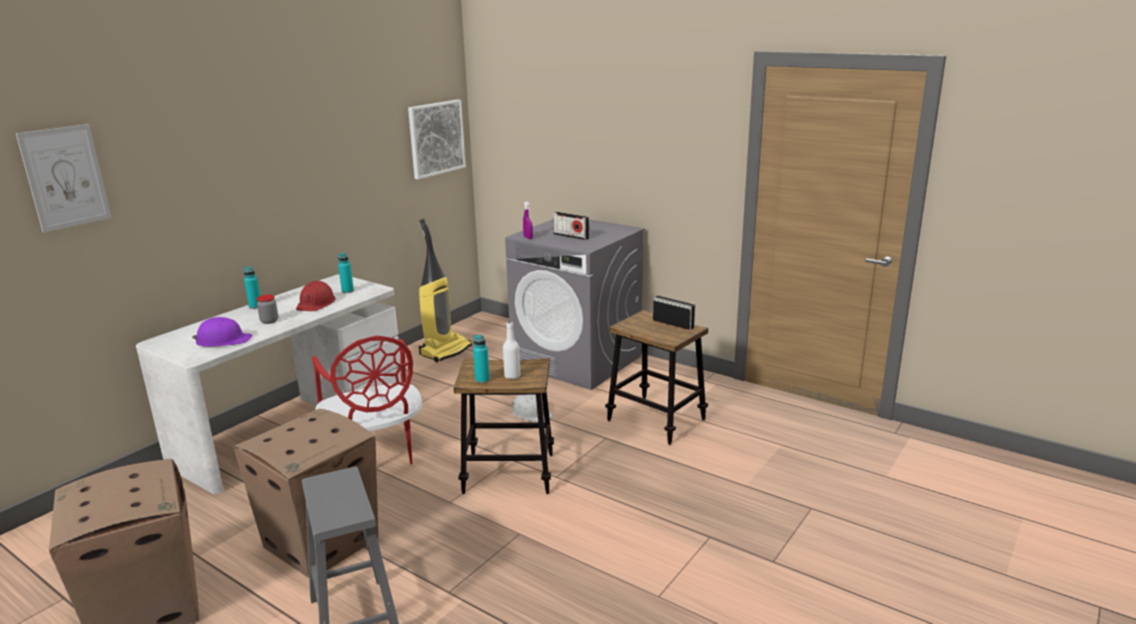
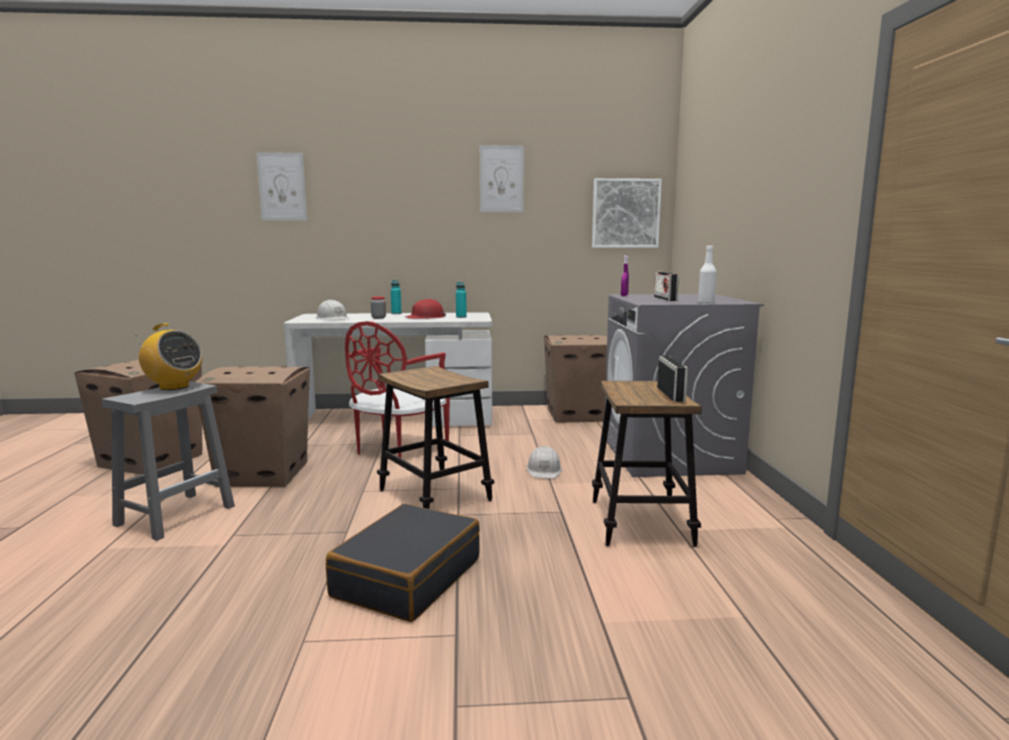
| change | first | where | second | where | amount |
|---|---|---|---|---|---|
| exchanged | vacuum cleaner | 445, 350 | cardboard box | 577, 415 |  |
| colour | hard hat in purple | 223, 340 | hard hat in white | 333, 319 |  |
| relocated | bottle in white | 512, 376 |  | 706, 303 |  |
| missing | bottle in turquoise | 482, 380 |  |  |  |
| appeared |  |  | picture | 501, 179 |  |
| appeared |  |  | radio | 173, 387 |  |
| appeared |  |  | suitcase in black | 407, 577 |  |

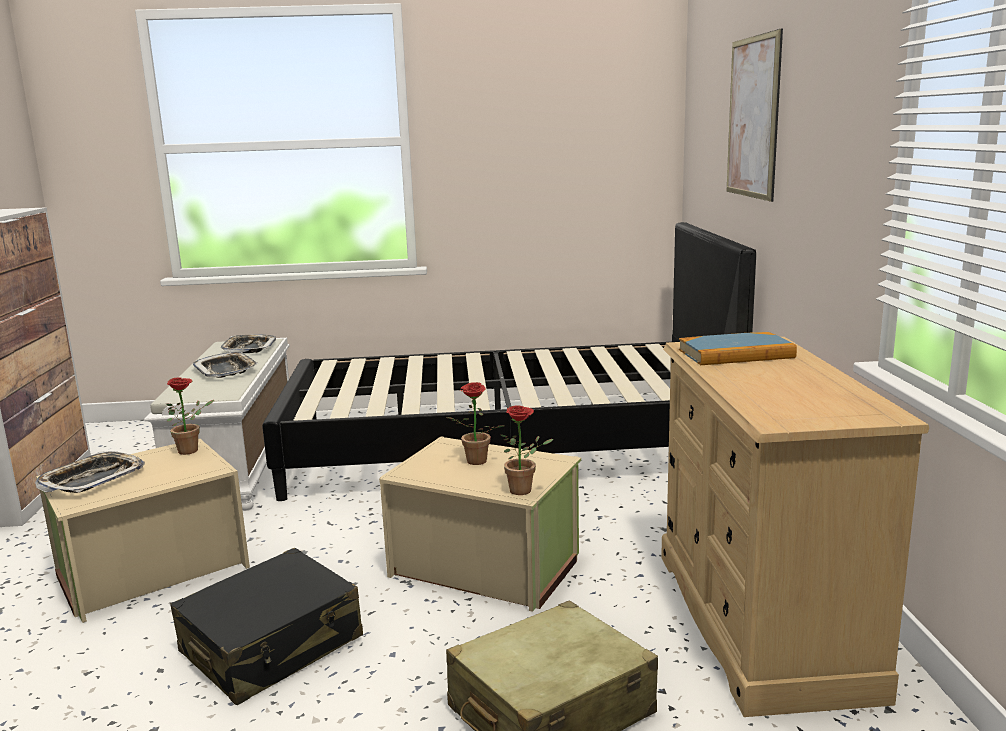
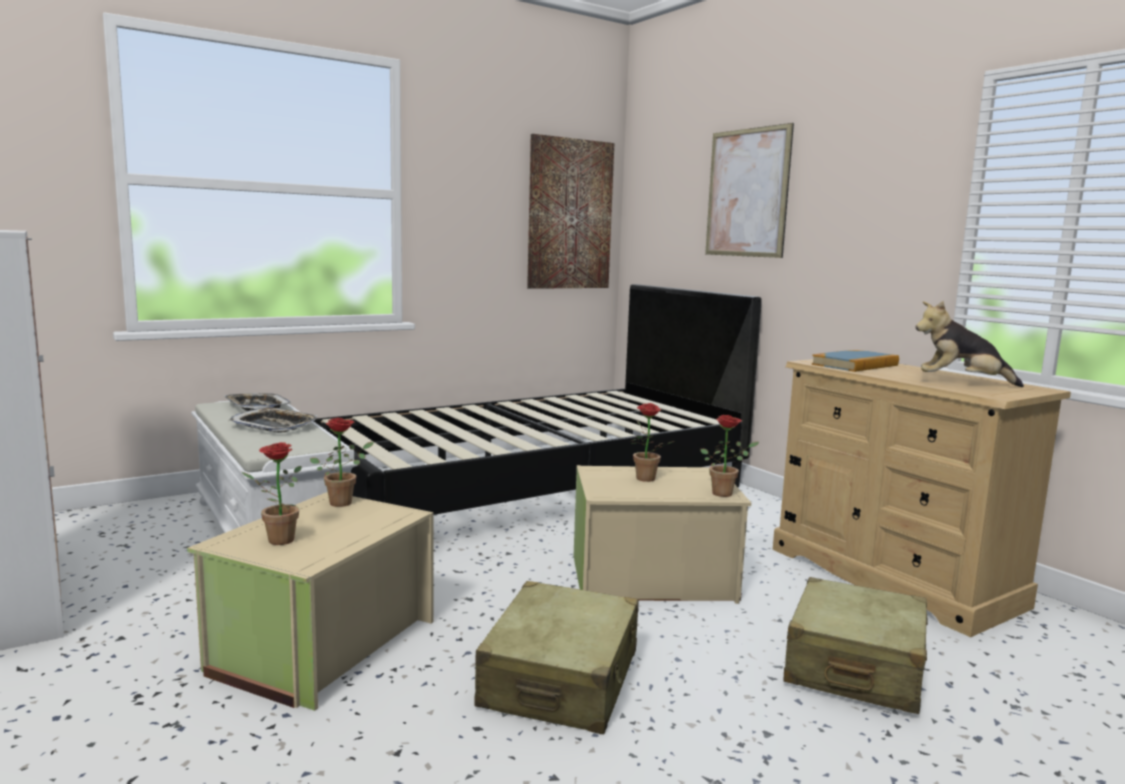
| change | first | where | second | where | amount |
|---|---|---|---|---|---|
| exchanged | tray | 92, 479 | potted plant | 275, 540 |  |
| colour | suitcase in black | 272, 646 | suitcase in beige | 561, 679 |  |
| appeared |  |  | picture | 570, 214 |  |
| appeared |  |  | plush toy | 961, 383 |  |

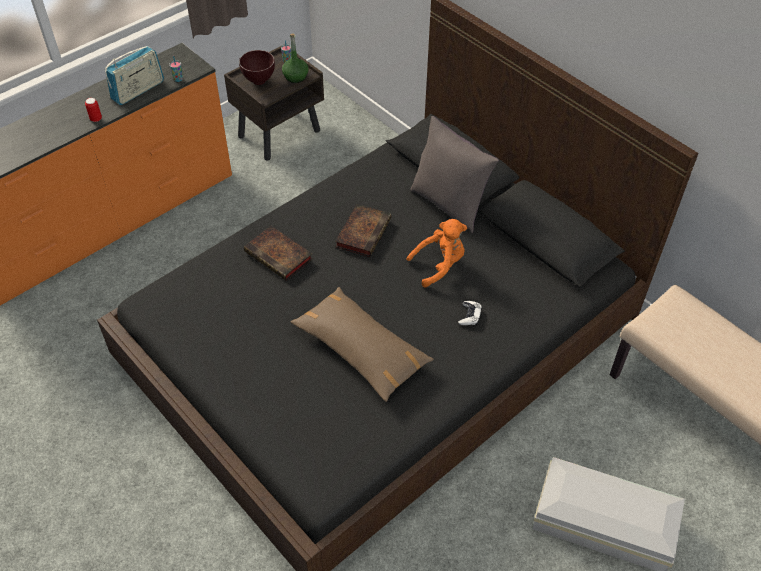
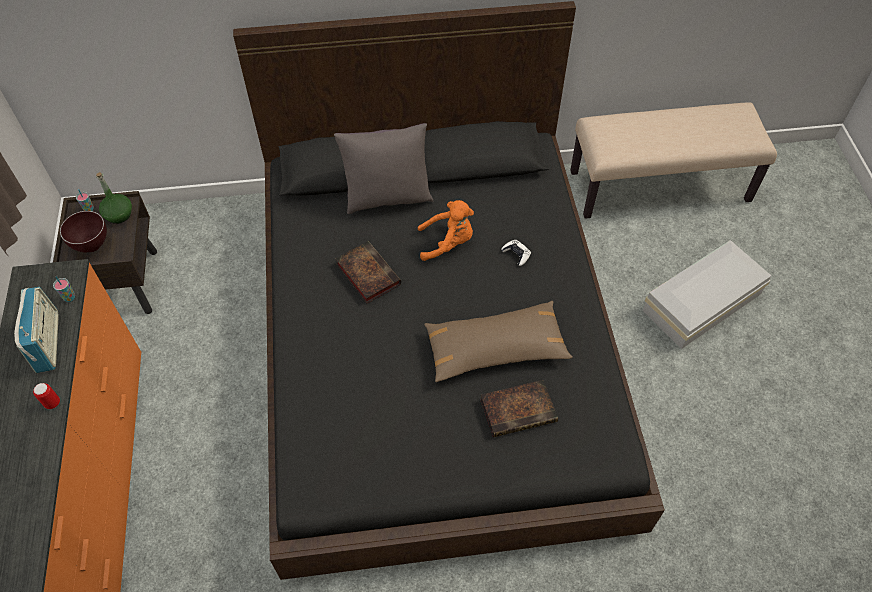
| change | first | where | second | where | amount |
|---|---|---|---|---|---|
| spun | plush toy in orange | 439, 265 |  | 448, 243 | 75 degrees clockwise |
| relocated | book | 280, 256 |  | 519, 409 |  |

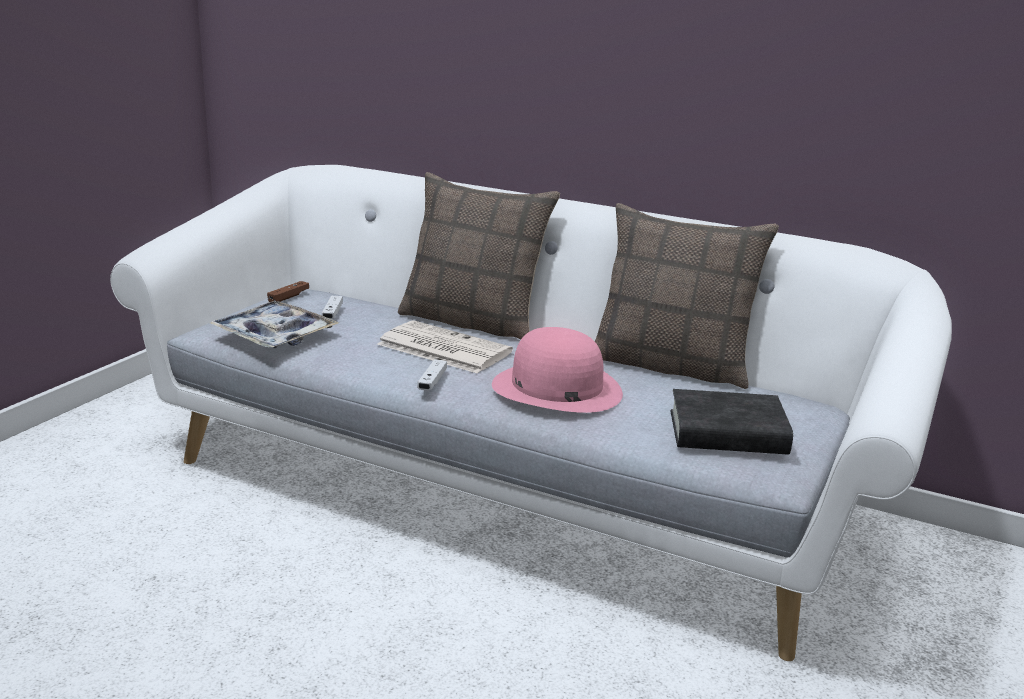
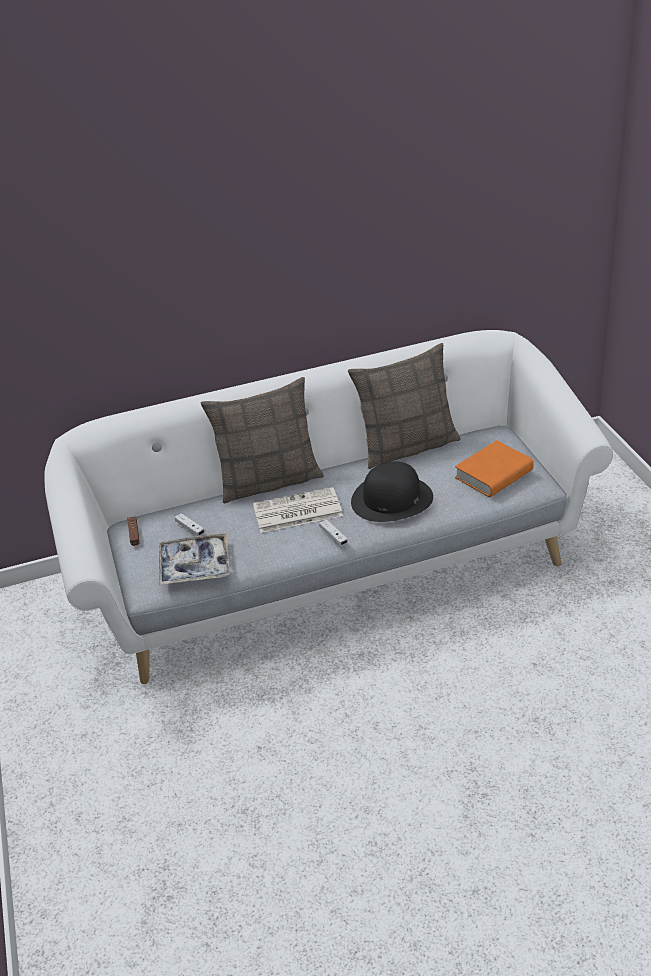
| change | first | where | second | where | amount |
|---|---|---|---|---|---|
| colour | hat in pink | 556, 388 | hat in black | 391, 499 |  |
| colour | book in black | 727, 433 | book in orange | 494, 474 |  |

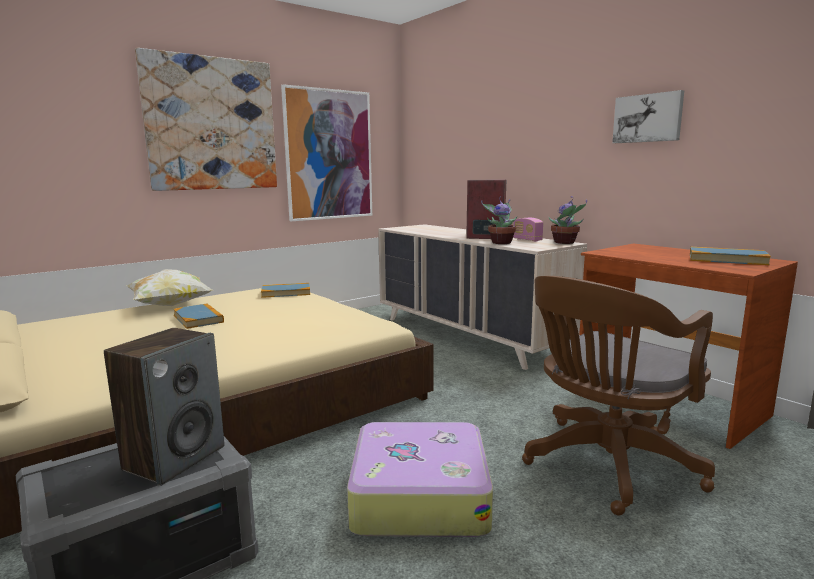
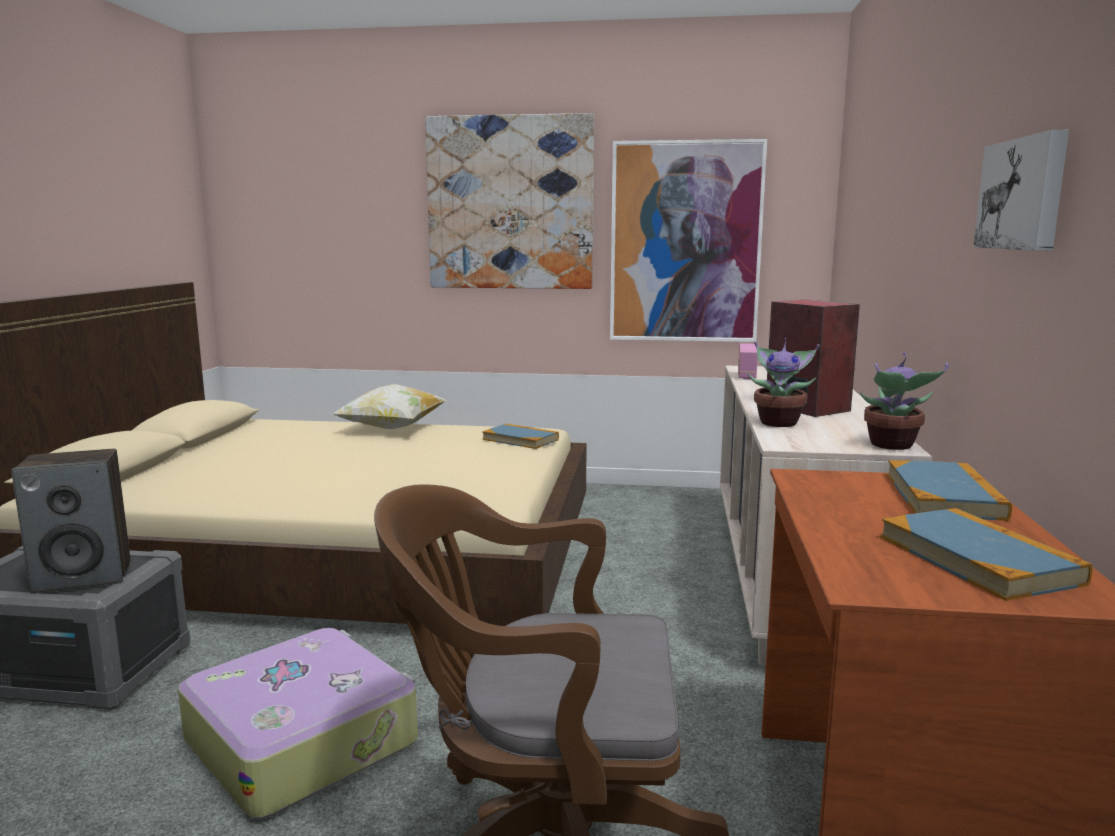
| change | first | where | second | where | amount |
|---|---|---|---|---|---|
| relocated | radio | 527, 240 |  | 746, 376 |  |
| relocated | book | 198, 318 |  | 943, 496 |  |

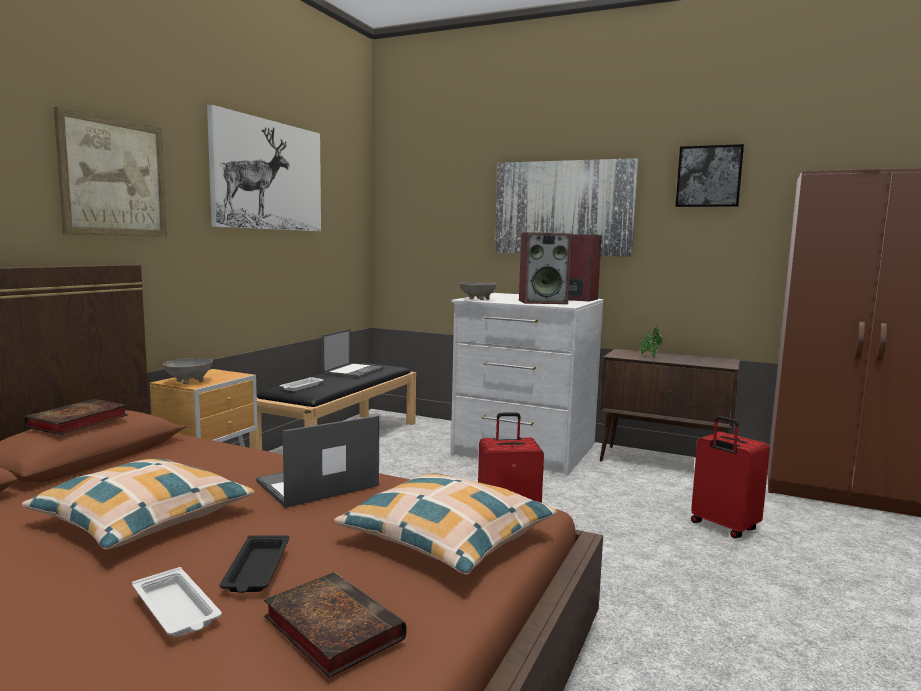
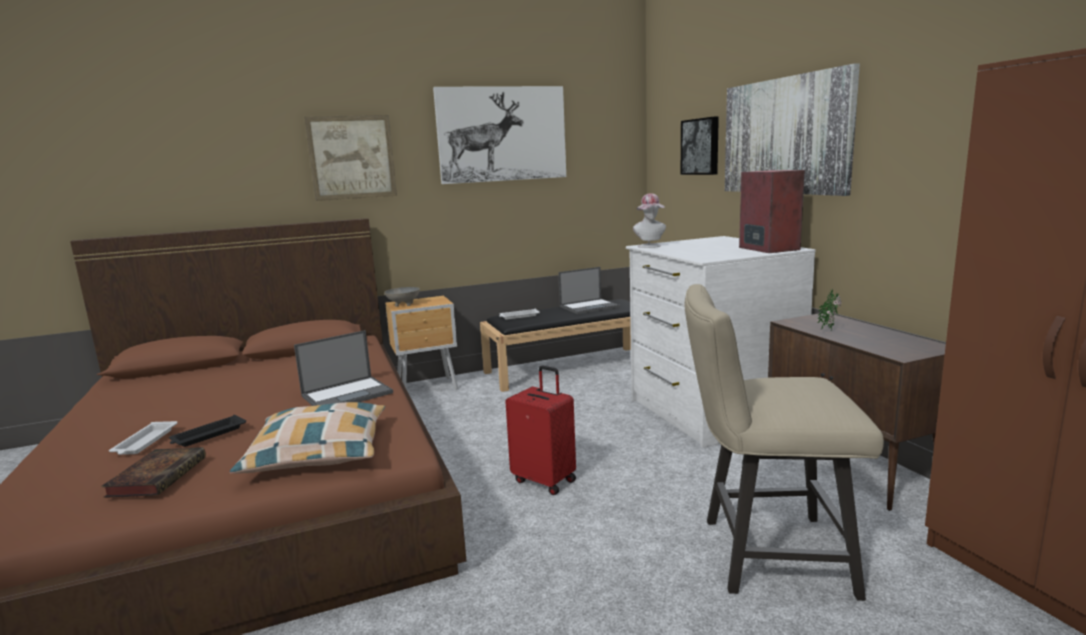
| change | first | where | second | where | amount |
|---|---|---|---|---|---|
| relocated | picture | 709, 176 |  | 701, 146 |  |
| missing | speaker | 543, 302 |  |  |  |
| exchanged | bowl in grey | 477, 299 | hat | 650, 246 |  |
| missing | book | 77, 422 |  |  |  |
| spun | laptop | 316, 484 |  | 348, 394 | 135 degrees clockwise |
| exchanged | suitcase in red | 723, 527 | chair in beige | 764, 555 |  |
| missing | pillow | 143, 518 |  |  |  |

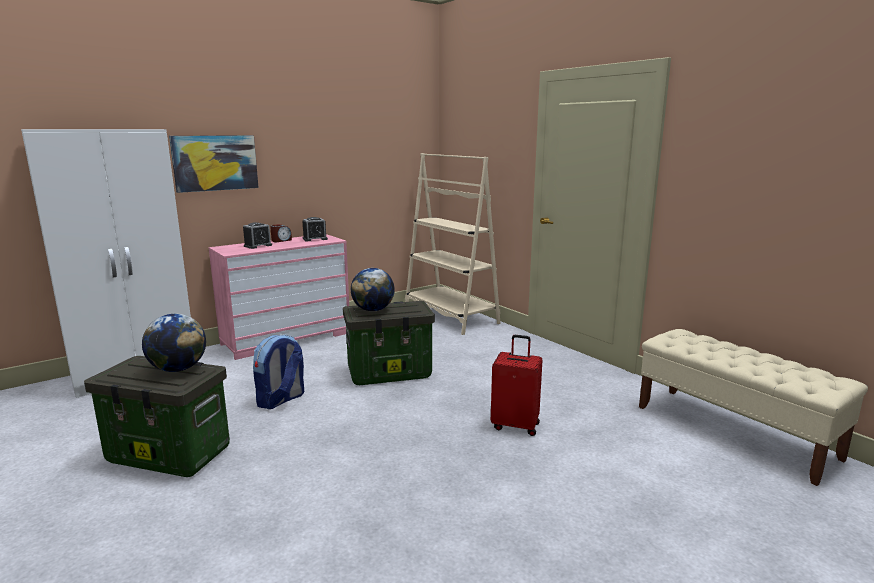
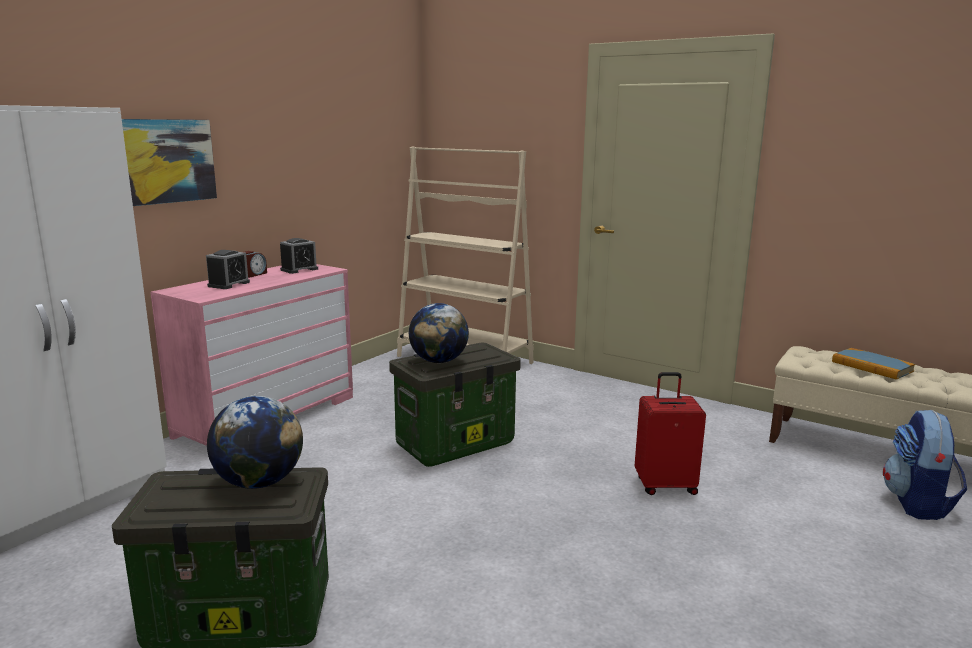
| change | first | where | second | where | amount |
|---|---|---|---|---|---|
| relocated | backpack | 281, 400 |  | 917, 504 |  |
| appeared |  |  | book | 872, 366 |  |

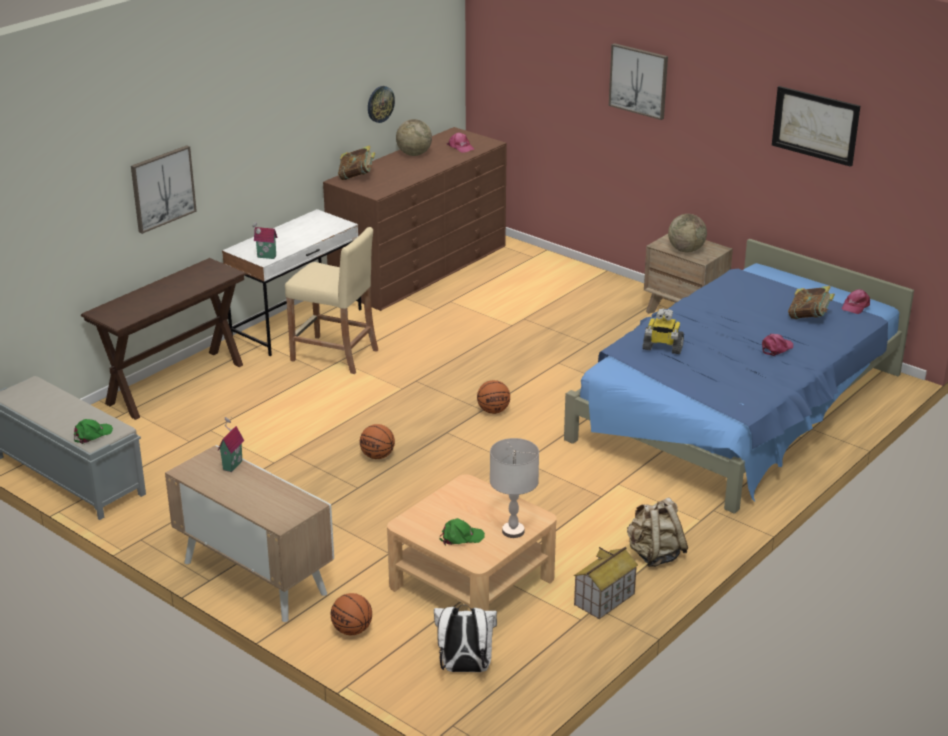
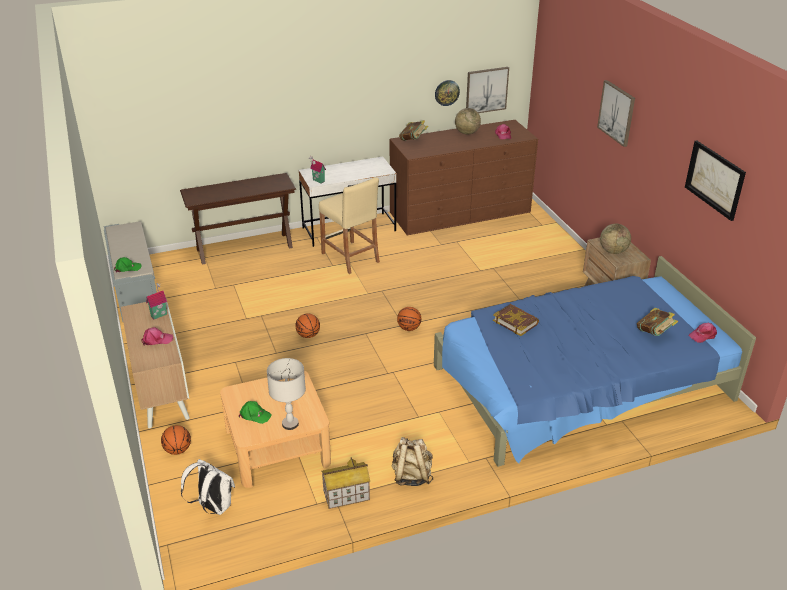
| change | first | where | second | where | amount |
|---|---|---|---|---|---|
| relocated | picture | 162, 188 |  | 486, 90 |  |
| exchanged | toy robot | 662, 348 | book | 515, 322 |  |
| relocated | cap in pink | 776, 348 |  | 157, 340 |  |

